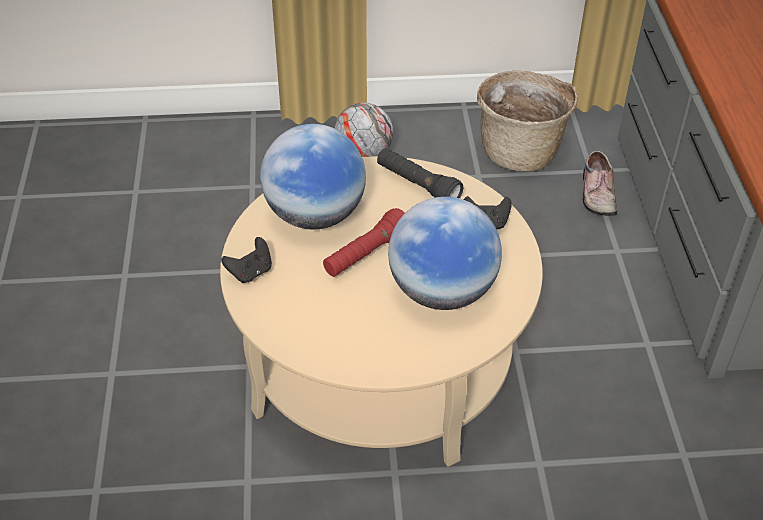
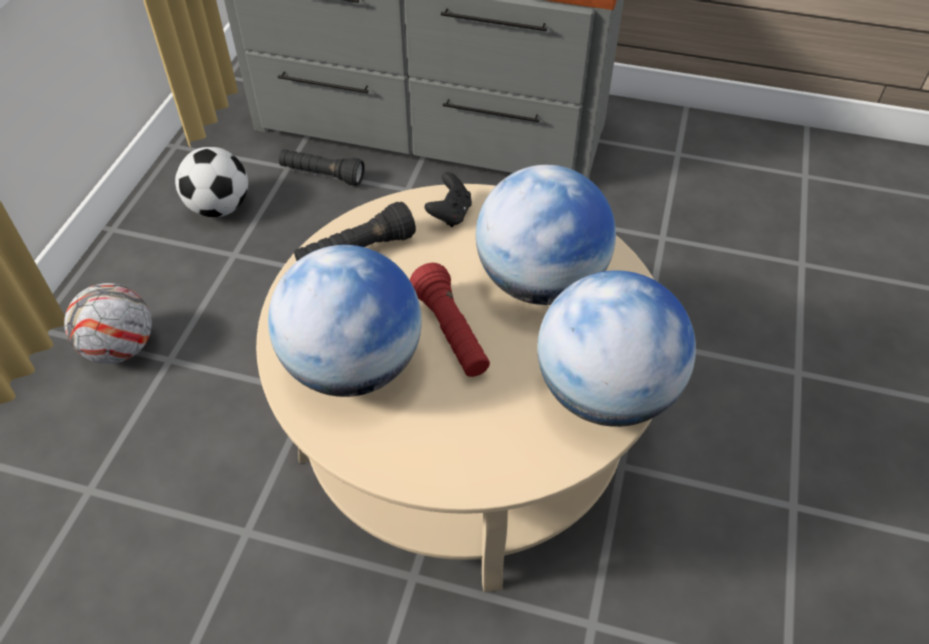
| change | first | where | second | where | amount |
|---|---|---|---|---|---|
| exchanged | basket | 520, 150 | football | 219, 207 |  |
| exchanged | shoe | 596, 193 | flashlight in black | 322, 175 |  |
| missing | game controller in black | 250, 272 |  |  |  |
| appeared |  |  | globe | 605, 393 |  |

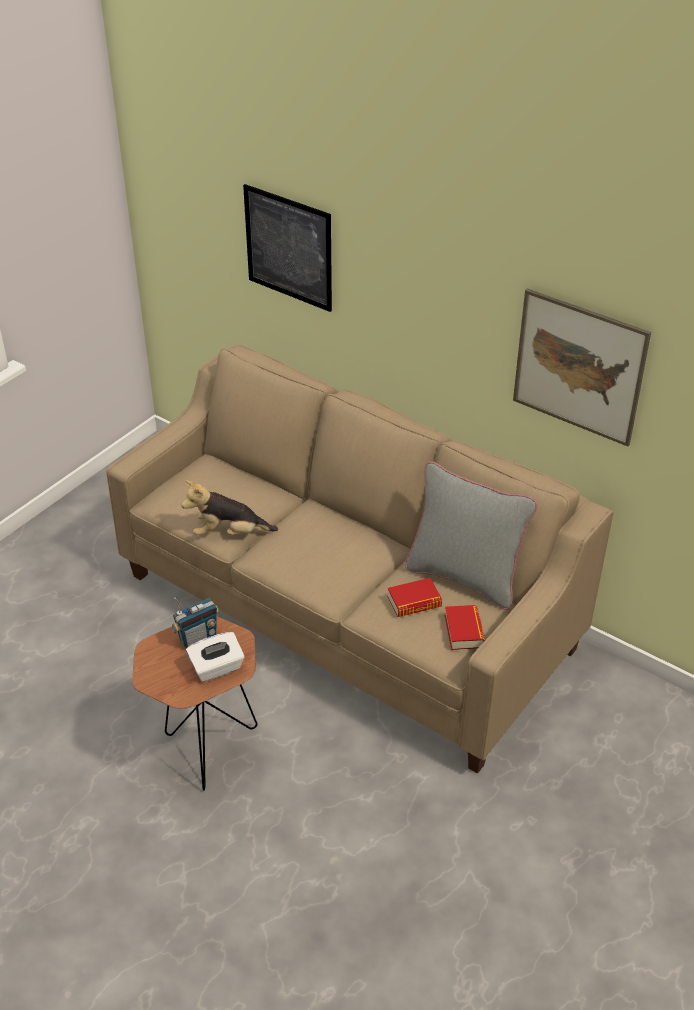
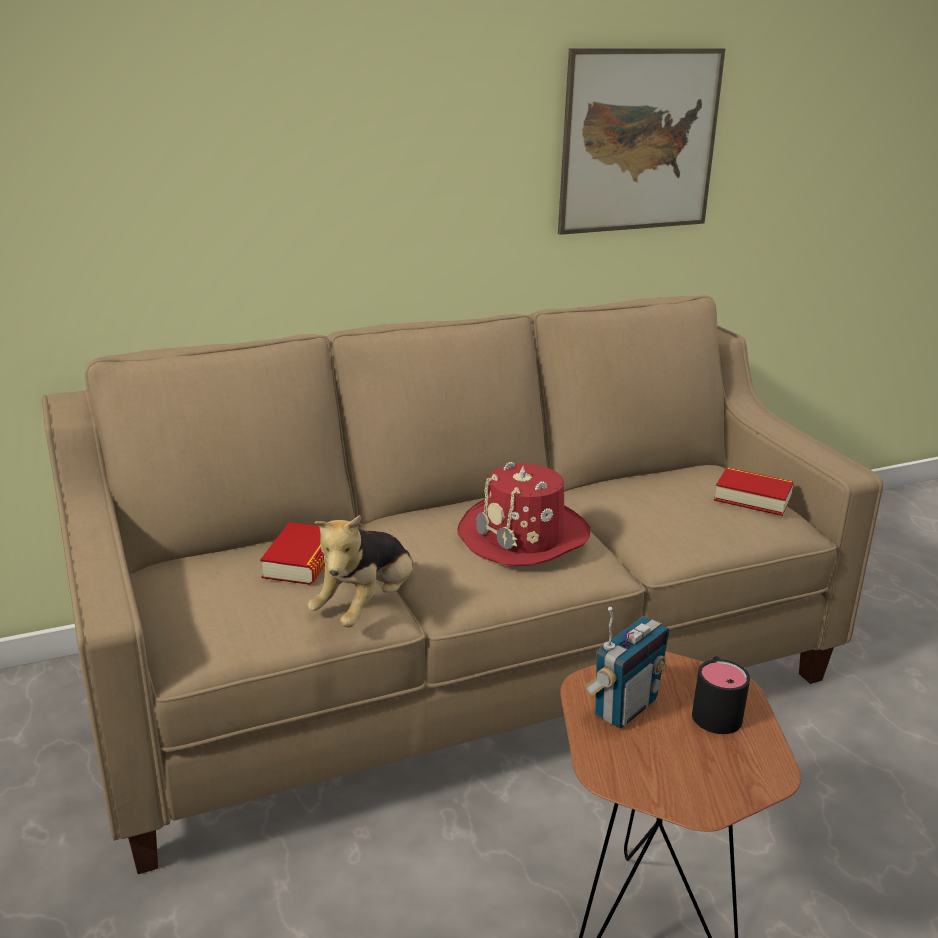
| change | first | where | second | where | amount |
|---|---|---|---|---|---|
| missing | picture | 288, 248 |  |  |  |
| missing | pillow in grey | 464, 577 |  |  |  |
| relocated | book | 414, 602 |  | 301, 561 |  |
| spun | radio | 197, 639 |  | 624, 707 | 45 degrees clockwise |
| exchanged | tissue box in white | 217, 668 | mug in black | 715, 709 |  |
| appeared |  |  | hat in red | 524, 536 |  |

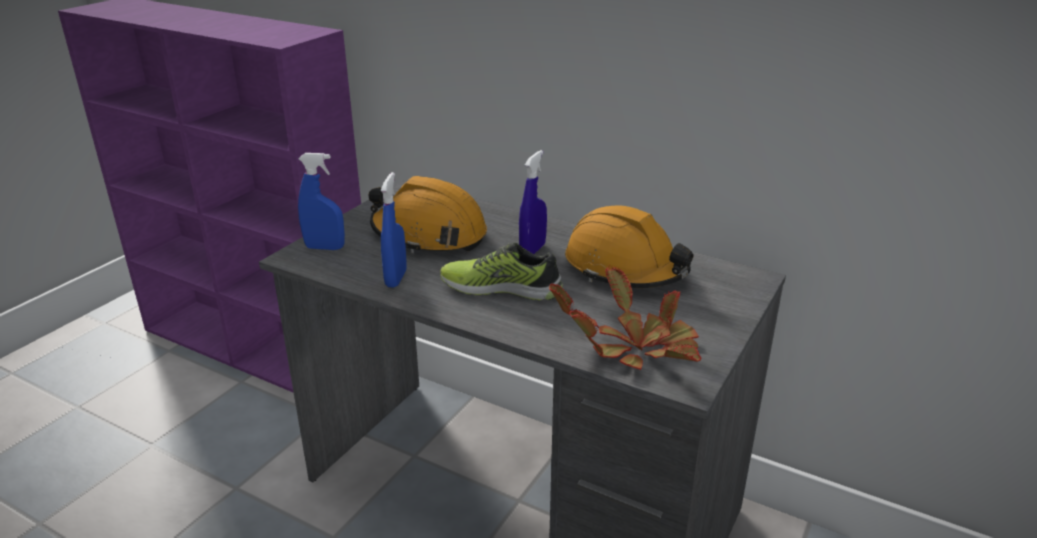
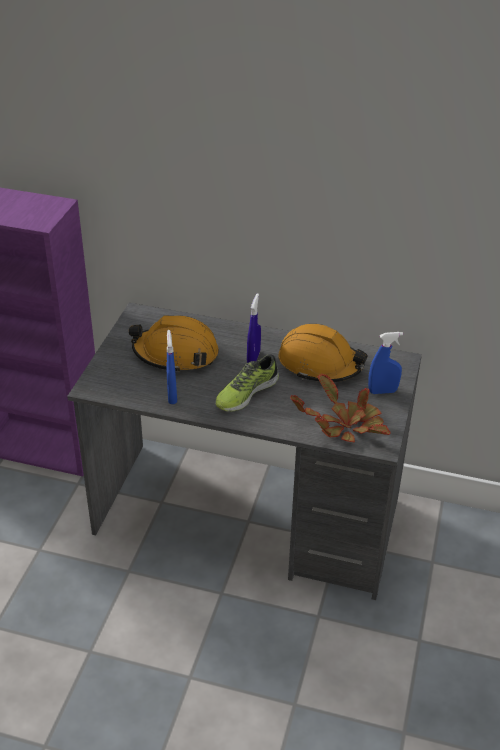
| change | first | where | second | where | amount |
|---|---|---|---|---|---|
| relocated | spray bottle in blue | 325, 248 |  | 382, 391 |  |
| spun | shoe | 501, 287 |  | 246, 392 | 45 degrees counterclockwise |

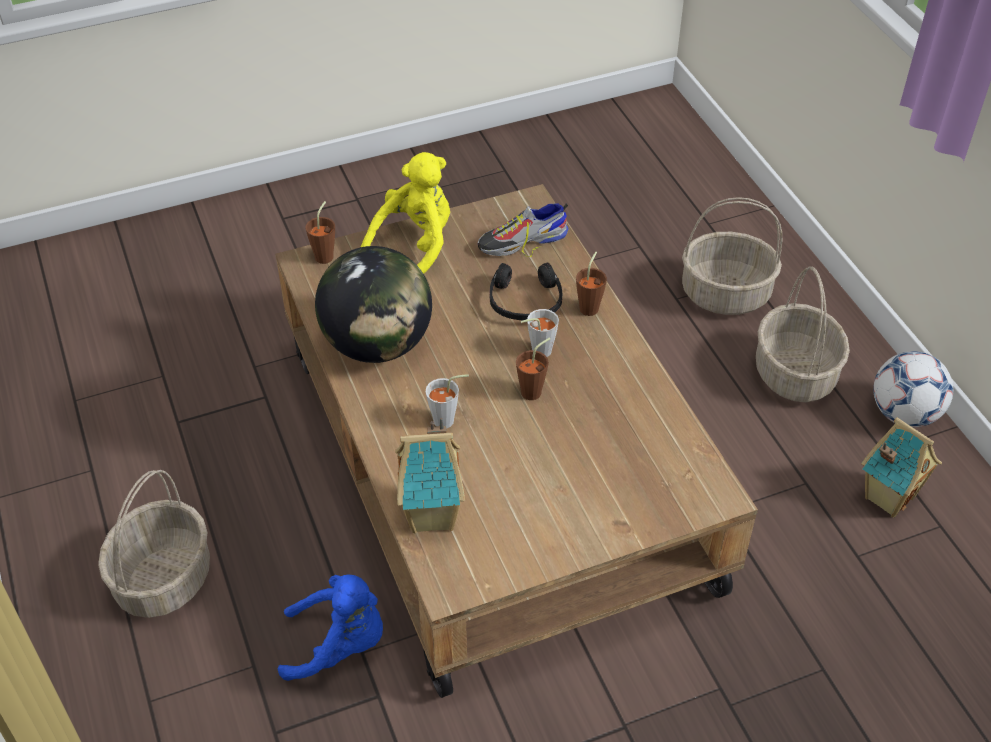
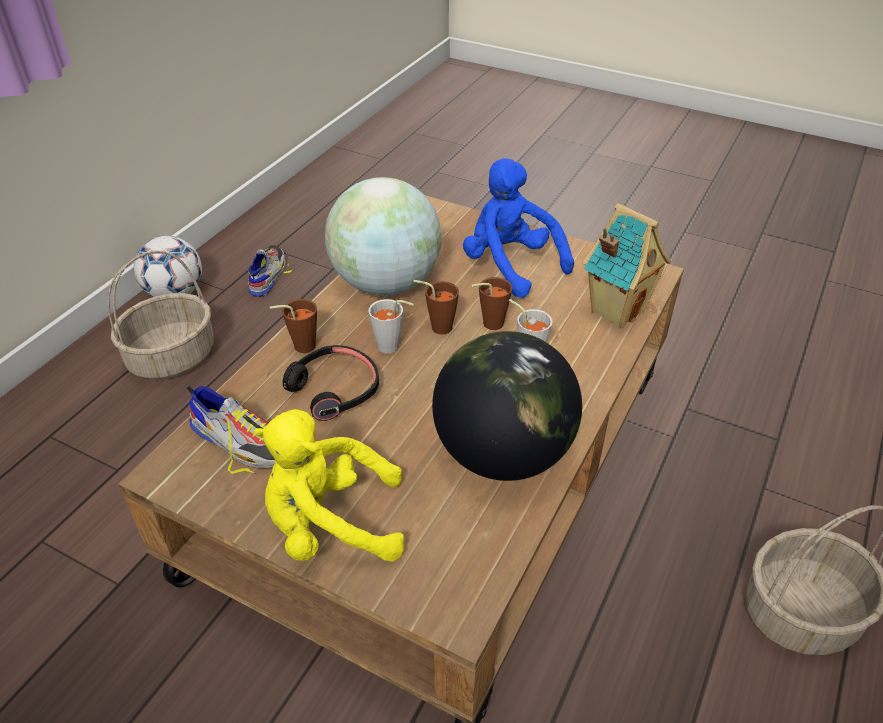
| change | first | where | second | where | amount |
|---|---|---|---|---|---|
| missing | basket | 726, 293 |  |  |  |
| relocated | cup in brown | 326, 254 |  | 488, 324 |  |
| exchanged | toy house | 888, 496 | shoe | 267, 274 |  |
| relocated | plush toy in blue | 339, 645 |  | 510, 265 |  |
| appeared |  |  | globe | 386, 283 |  |

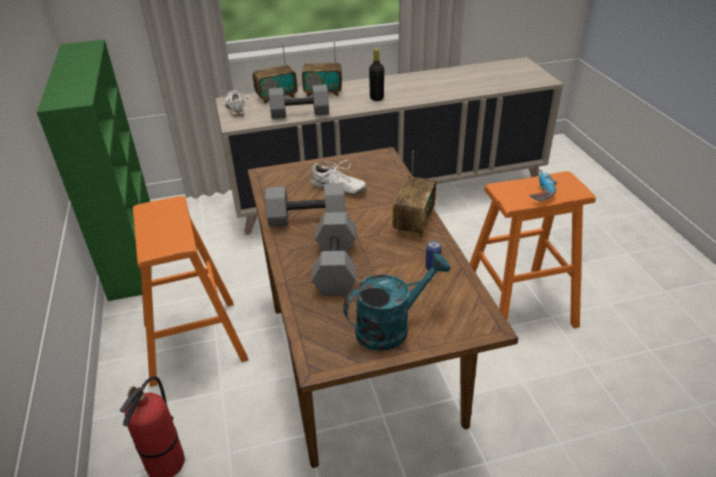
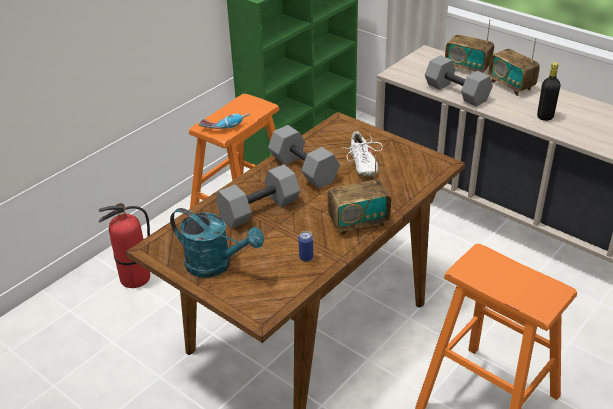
| change | first | where | second | where | amount |
|---|---|---|---|---|---|
| missing | shoe in white | 236, 108 |  |  |  |
| relocated | power drill | 540, 191 |  | 225, 125 |  |

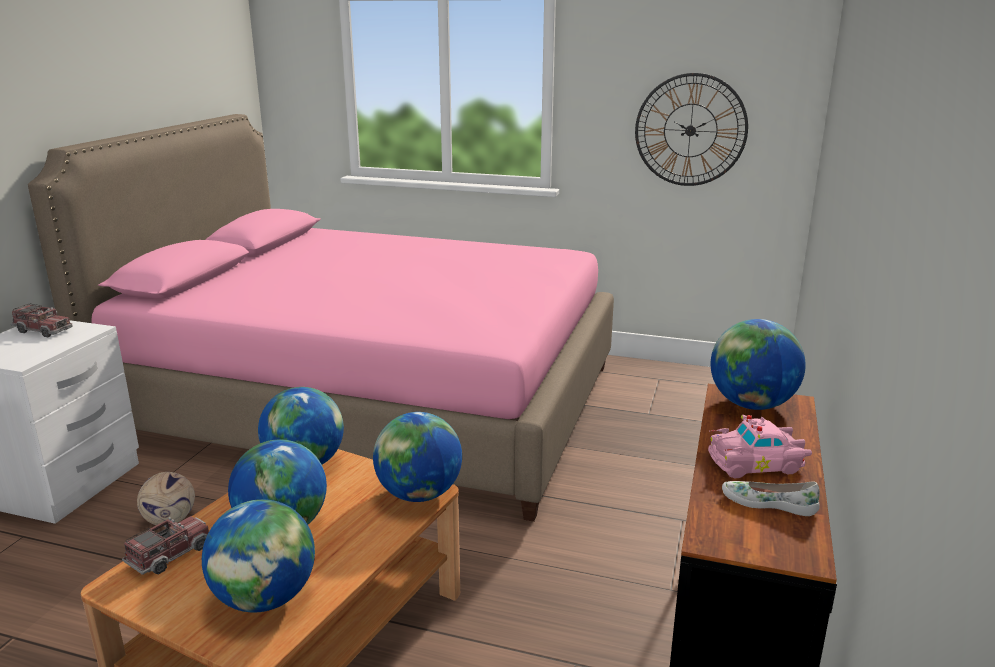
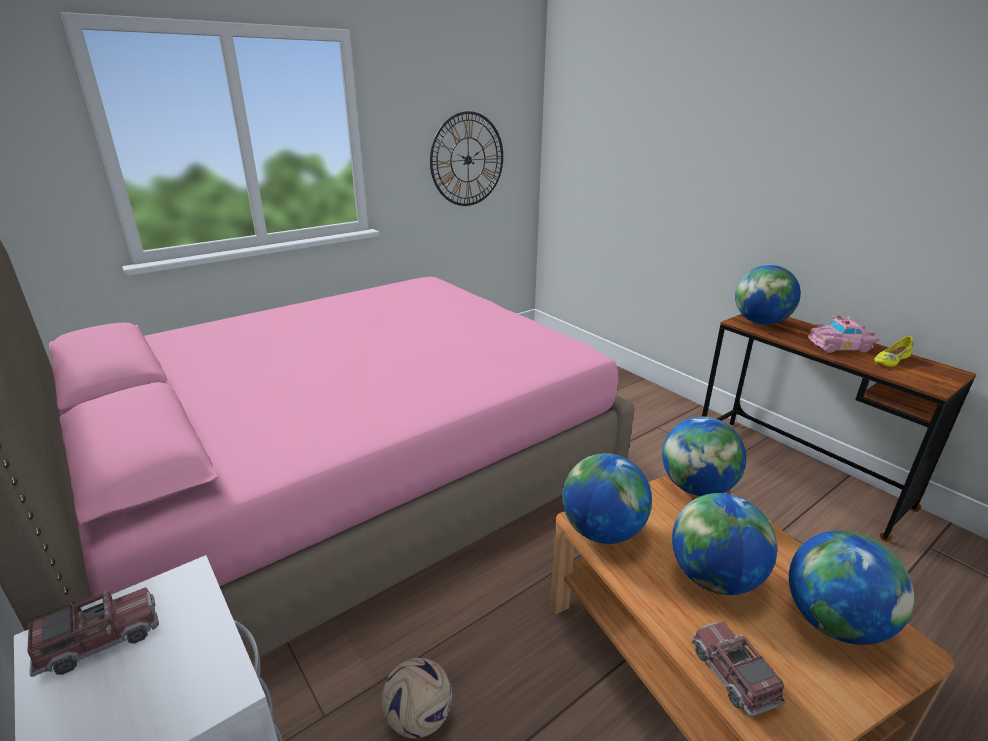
| change | first | where | second | where | amount |
|---|---|---|---|---|---|
| spun | toy car in pink | 757, 463 |  | 840, 346 | 60 degrees clockwise |
| colour | shoe in white | 768, 503 | shoe in yellow | 890, 360 |  |

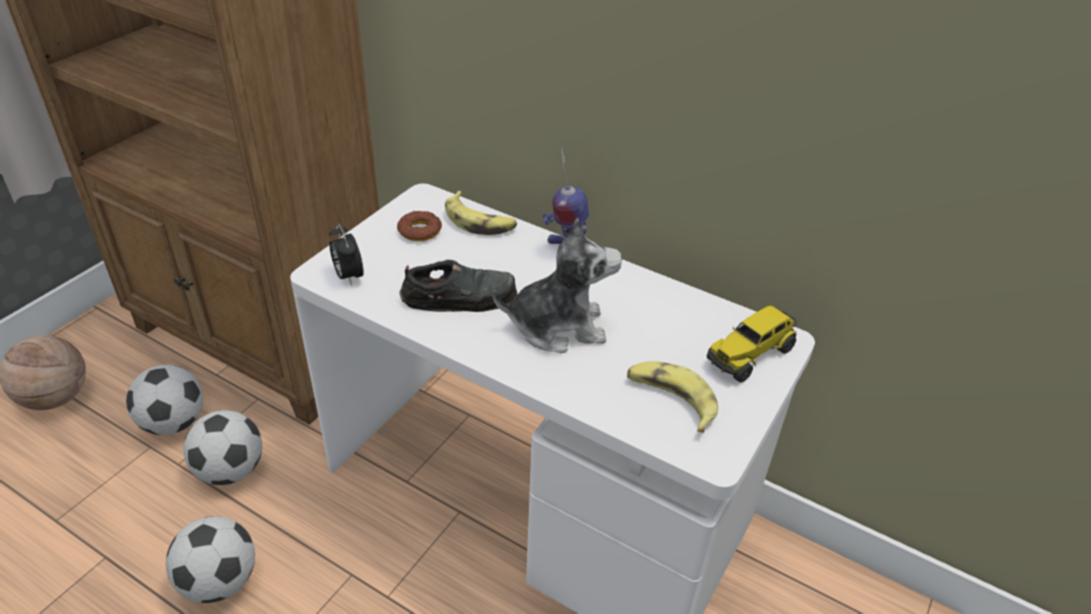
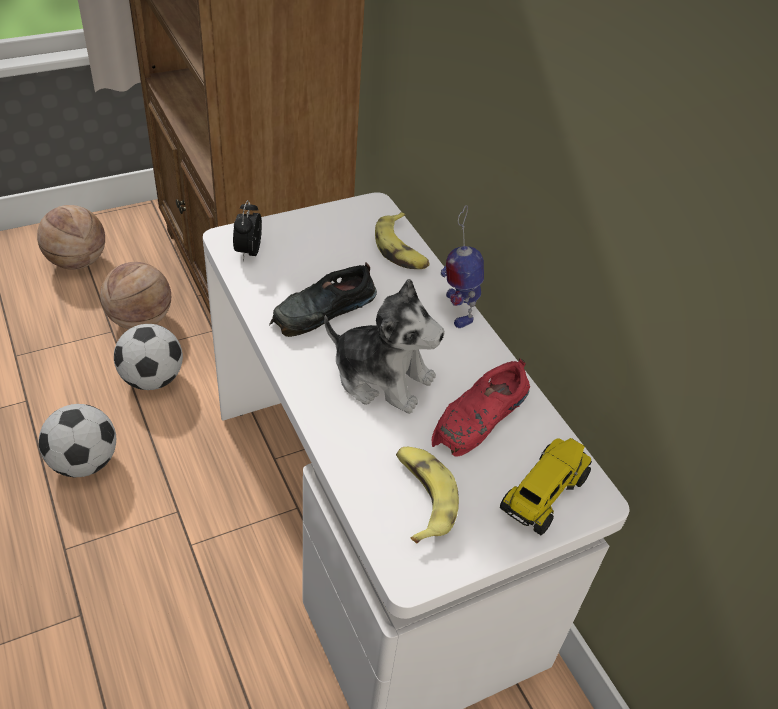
| change | first | where | second | where | amount |
|---|---|---|---|---|---|
| missing | donut | 419, 231 |  |  |  |
| spun | shoe in black | 460, 296 |  | 322, 311 | 120 degrees clockwise |
| spun | toy truck | 750, 354 |  | 543, 495 | 135 degrees clockwise |
| exchanged | football | 174, 423 | basketball | 140, 320 |  |
| appeared |  |  | shoe in red | 480, 418 |  |

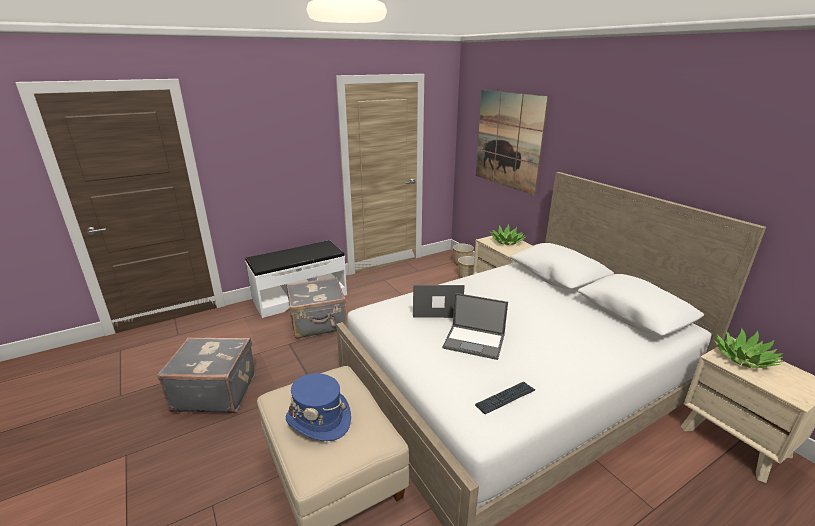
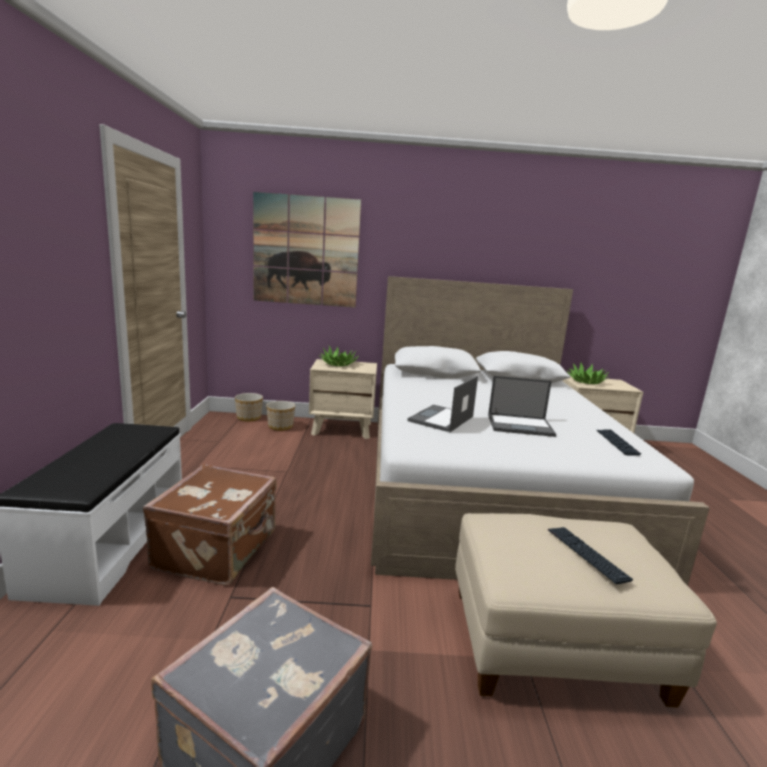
| change | first | where | second | where | amount |
|---|---|---|---|---|---|
| colour | suitcase in grey | 319, 323 | suitcase in brown | 218, 550 |  |
| spun | laptop | 475, 341 |  | 521, 425 | 45 degrees clockwise |
| exchanged | hat in blue | 319, 419 | keyboard | 586, 554 |  |

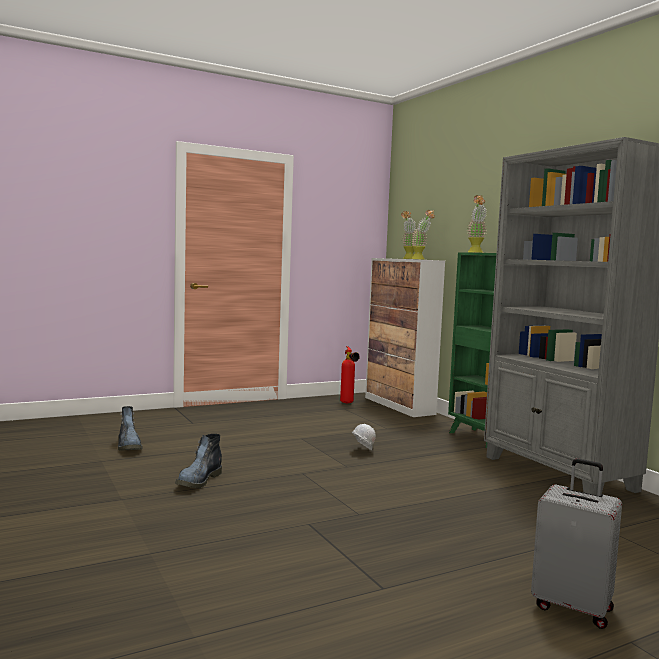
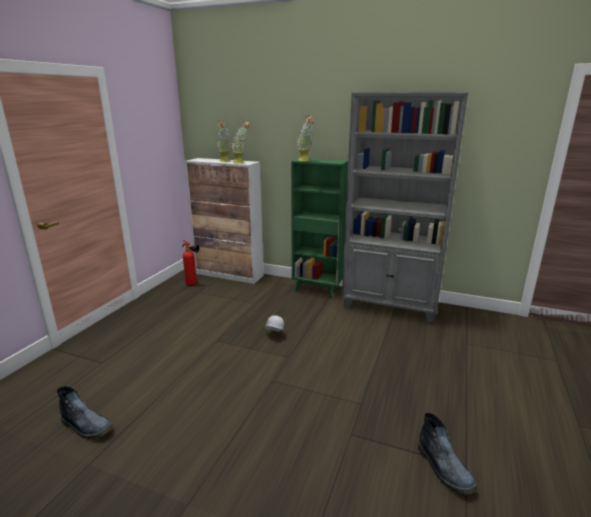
| change | first | where | second | where | amount |
|---|---|---|---|---|---|
| relocated | boot | 199, 481 |  | 445, 469 |  |
| missing | suitcase in grey | 573, 607 |  |  |  |

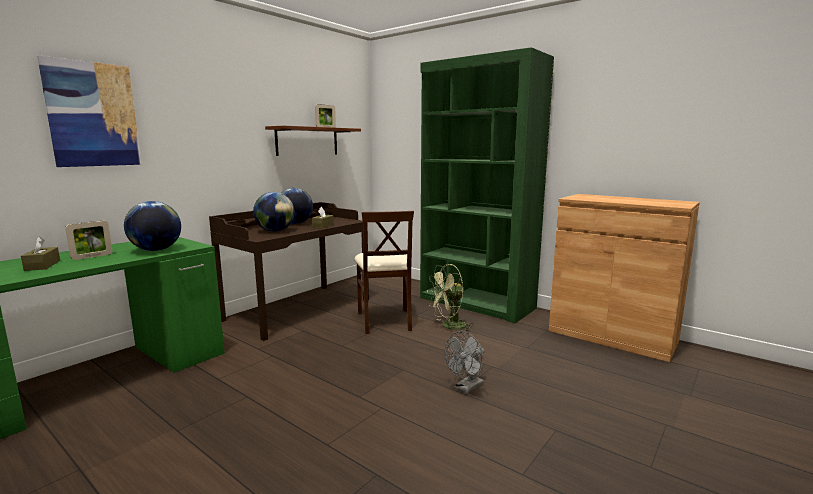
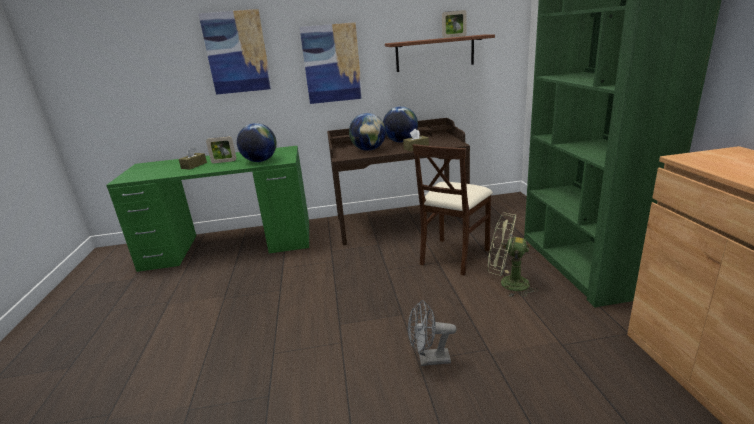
| change | first | where | second | where | amount |
|---|---|---|---|---|---|
| appeared |  |  | picture | 332, 64 |  |

